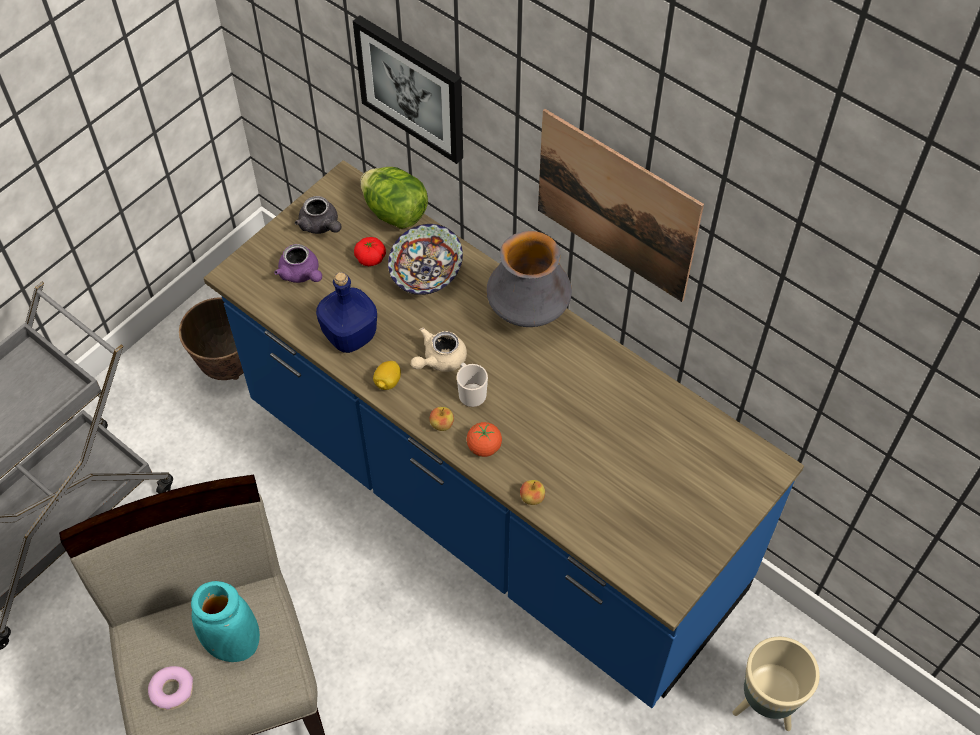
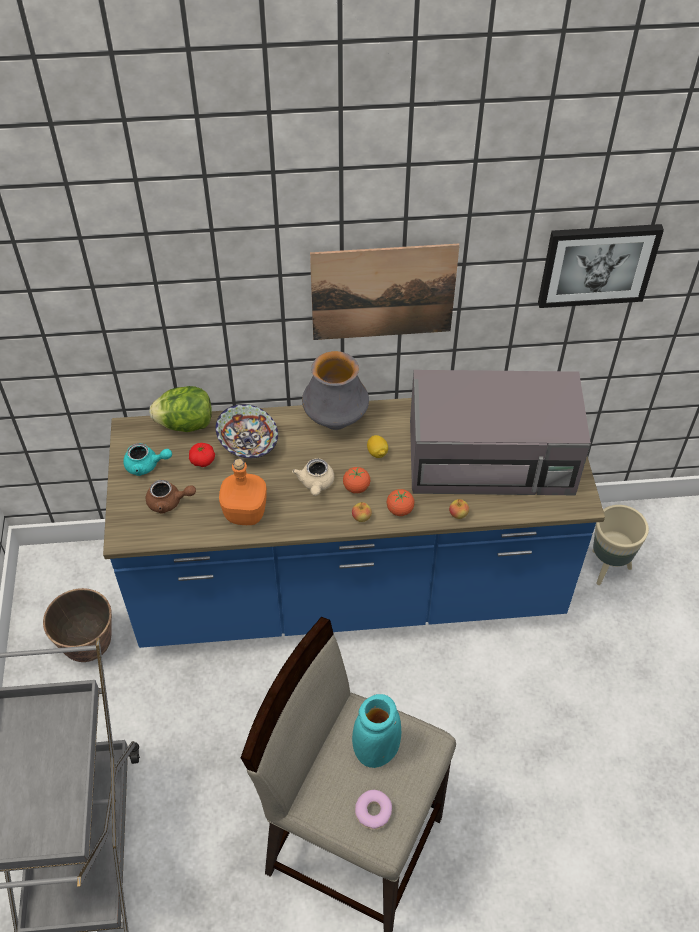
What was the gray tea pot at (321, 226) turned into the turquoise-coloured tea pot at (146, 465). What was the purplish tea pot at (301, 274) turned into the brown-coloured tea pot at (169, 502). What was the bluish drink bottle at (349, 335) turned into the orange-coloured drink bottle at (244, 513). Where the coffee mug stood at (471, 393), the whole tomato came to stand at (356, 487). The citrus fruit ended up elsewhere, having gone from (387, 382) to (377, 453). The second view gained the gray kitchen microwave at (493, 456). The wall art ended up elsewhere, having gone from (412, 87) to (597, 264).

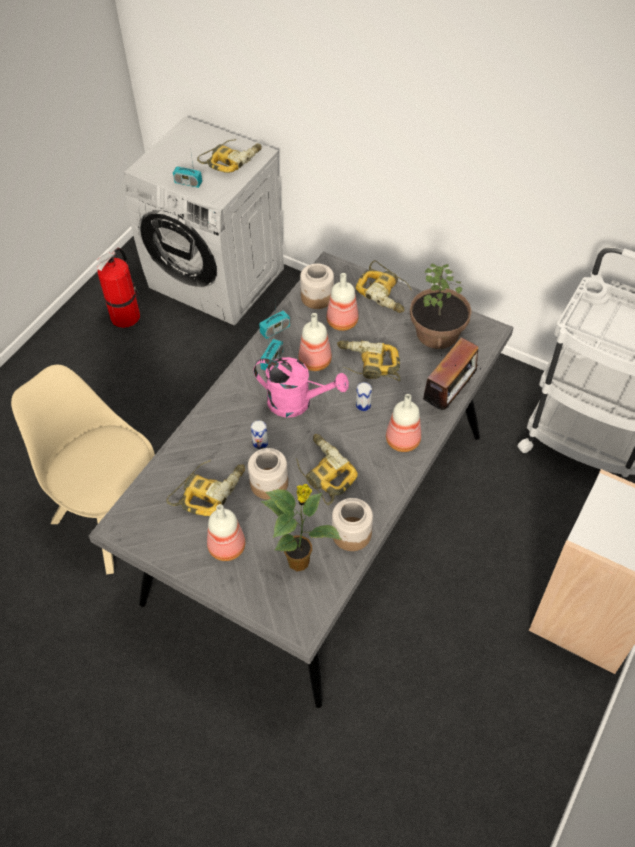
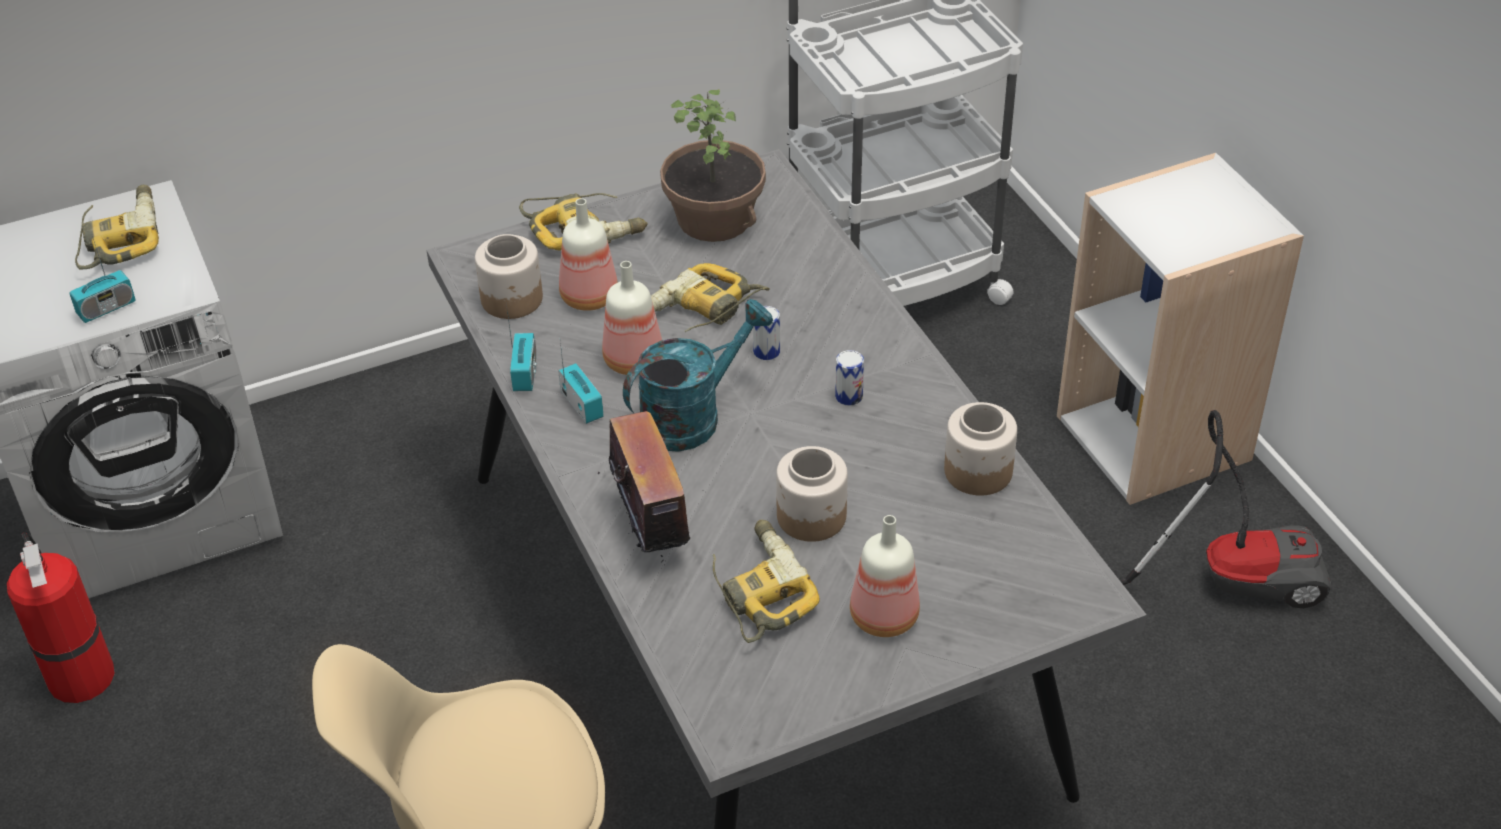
The radio ended up elsewhere, having gone from (449, 396) to (652, 528). What was the pink-coloured watering pot at (297, 403) turned into the turquoise-coloured watering pot at (692, 416). The sealed can ended up elsewhere, having gone from (260, 443) to (849, 396). The second view gained the vacuum at (1226, 578). The second view lost the houseplant at (300, 561). The second view lost the power drill at (323, 472). The second view lost the drink bottle at (402, 441).

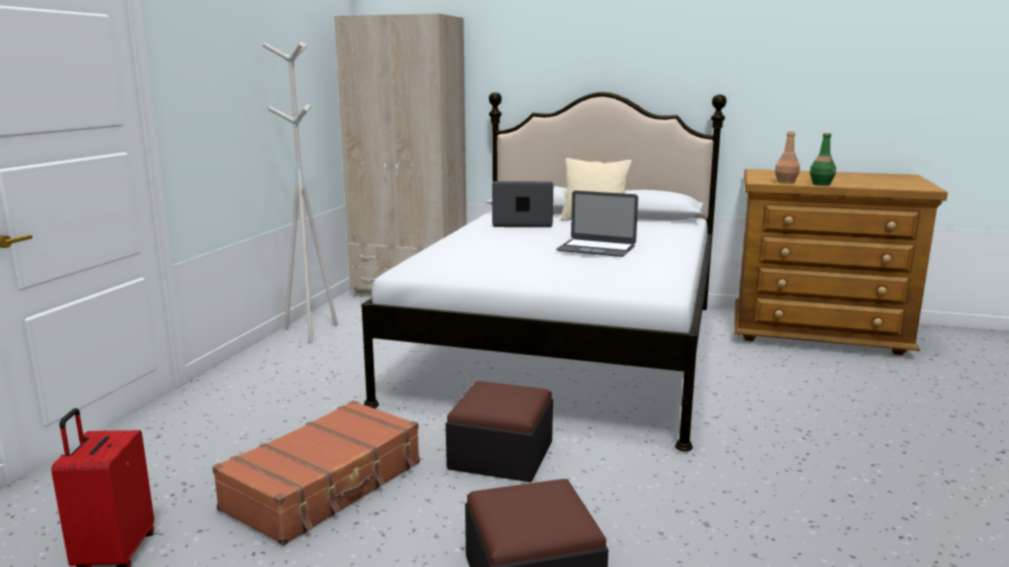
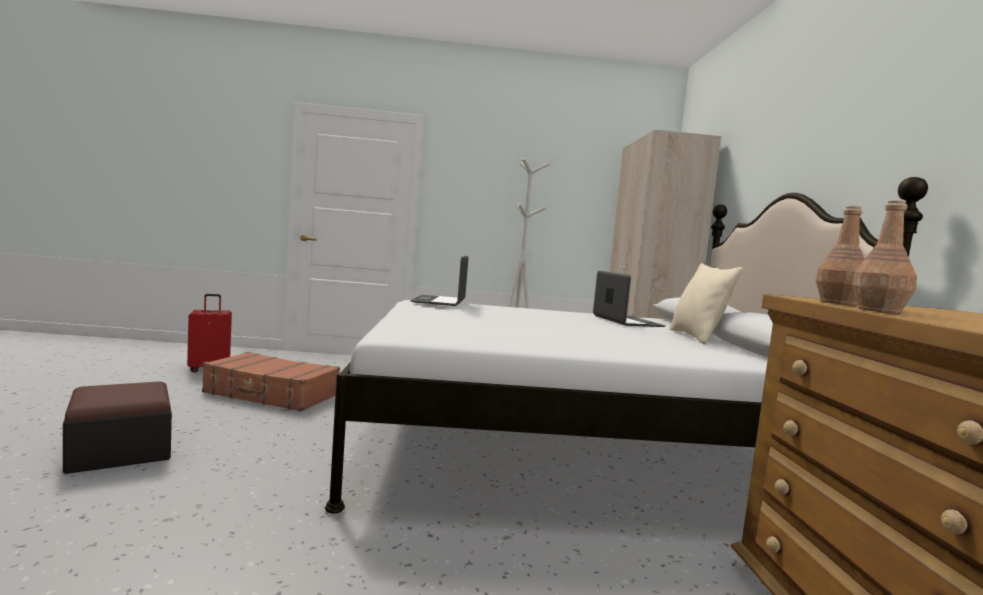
The laptop ended up elsewhere, having gone from (596, 248) to (439, 301). What was the green drink bottle at (821, 184) turned into the brown-coloured drink bottle at (879, 311). The second view lost the pouffe at (501, 455).

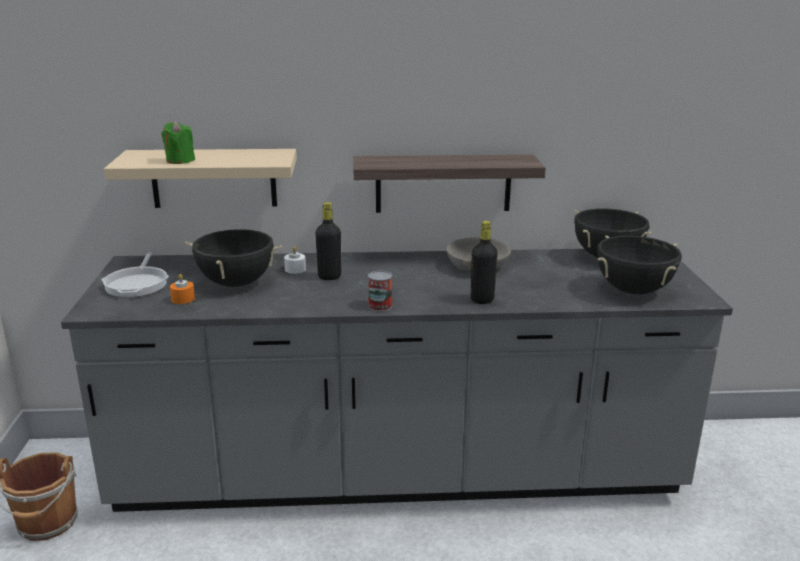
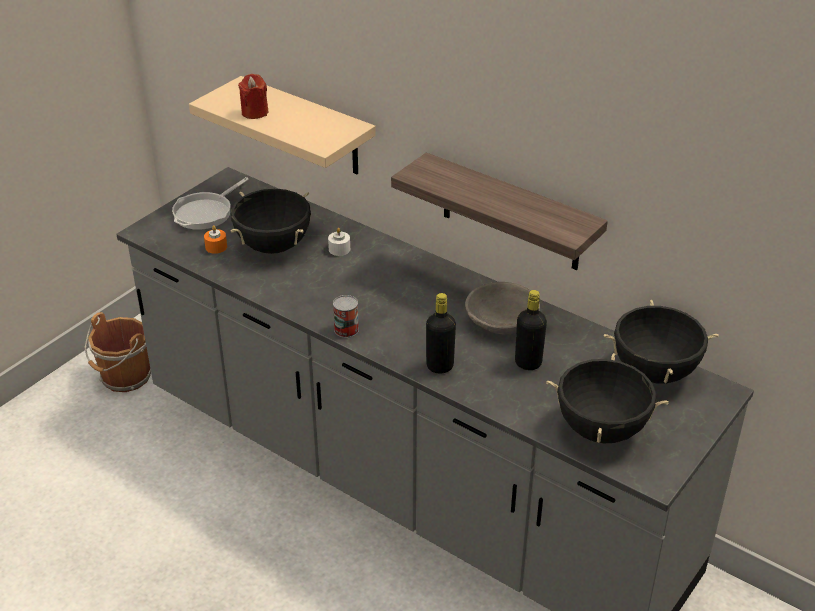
What was the green candle at (180, 160) turned into the red-coloured candle at (255, 112). The black-coloured drink bottle ended up elsewhere, having gone from (329, 276) to (528, 363).

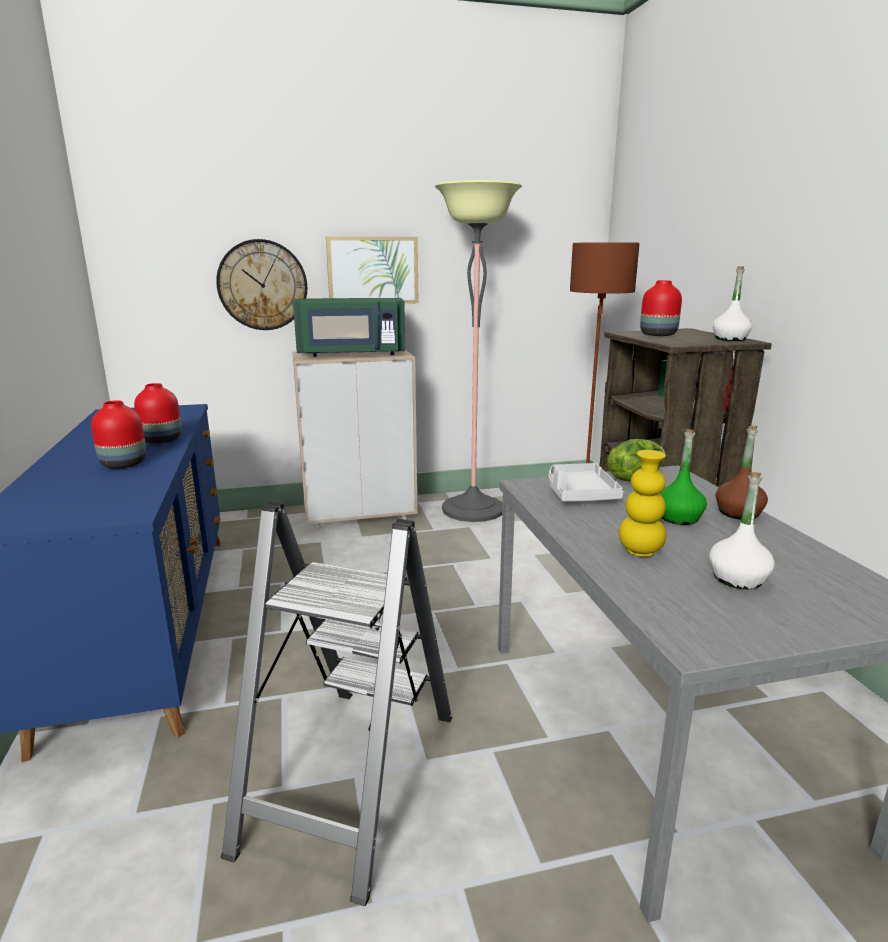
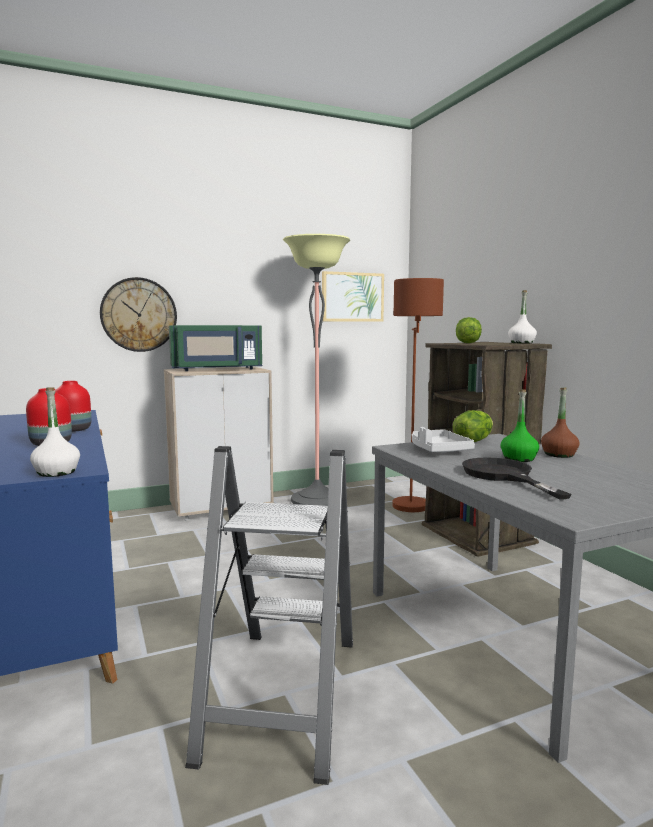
The white-coloured drink bottle ended up elsewhere, having gone from (737, 578) to (56, 472). The wall art ended up elsewhere, having gone from (373, 270) to (352, 297). Where the red-coloured flower vase stood at (657, 335), the head of lettuce came to stand at (467, 343). Where the yellowish flower vase stood at (640, 551), the black-coloured pan came to stand at (504, 476).

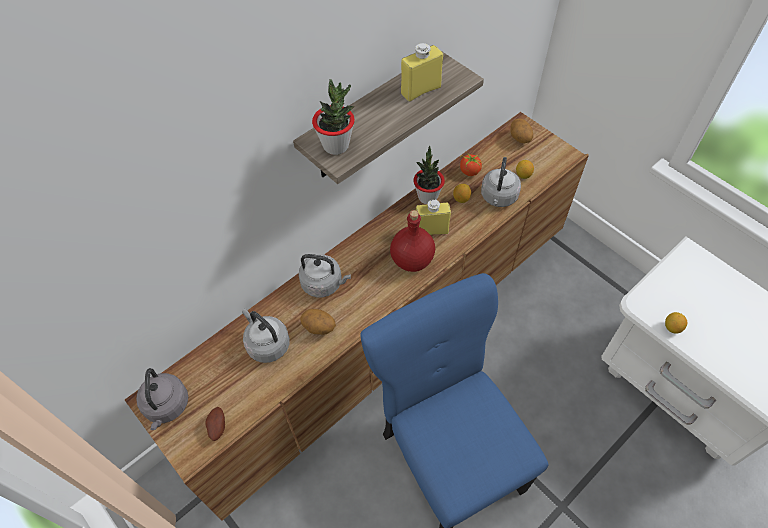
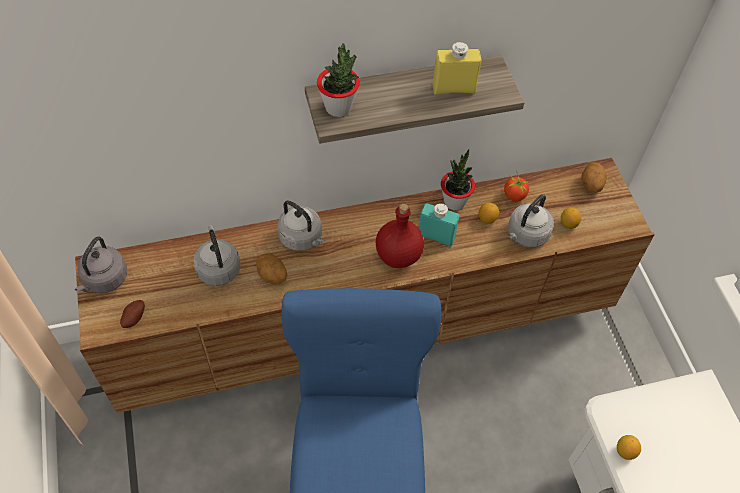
What was the yellowish drink bottle at (431, 230) turned into the turquoise-coloured drink bottle at (436, 236).

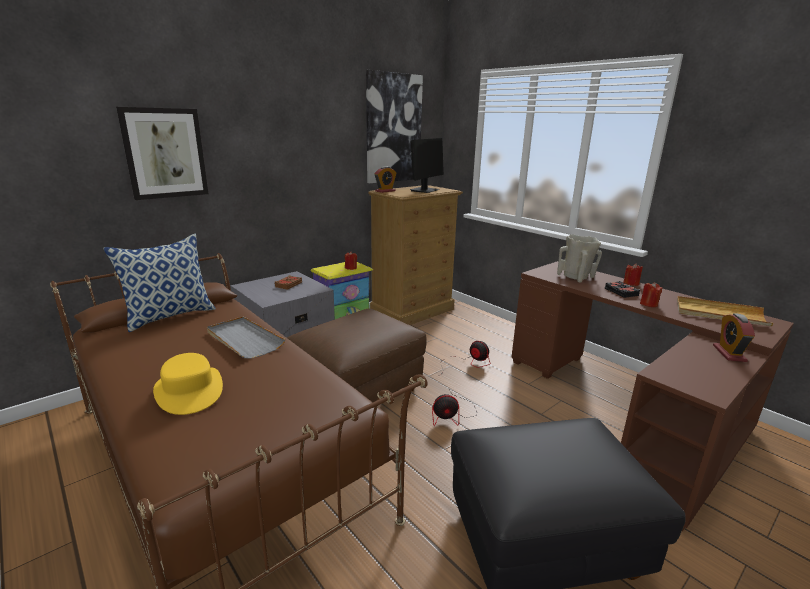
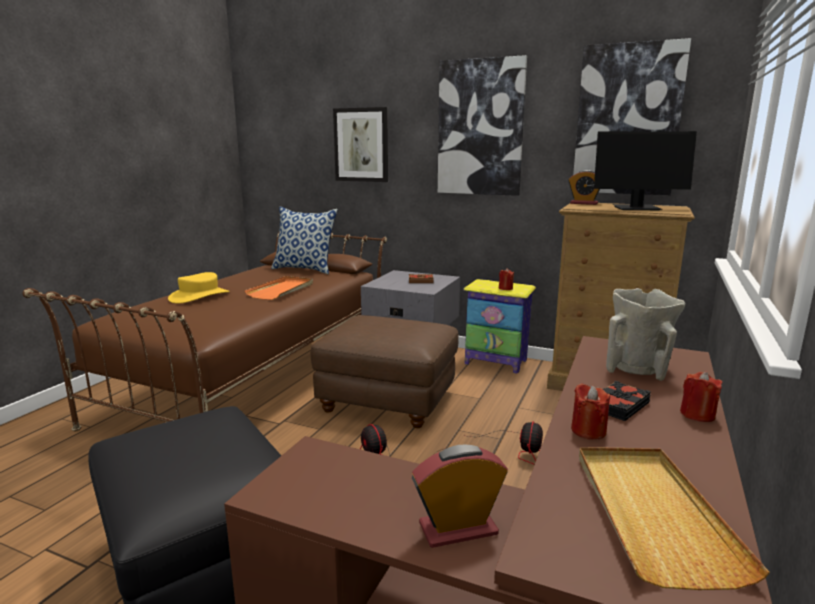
What was the gray tray at (244, 340) turned into the orange-coloured tray at (282, 290). The second view gained the wall art at (480, 128).

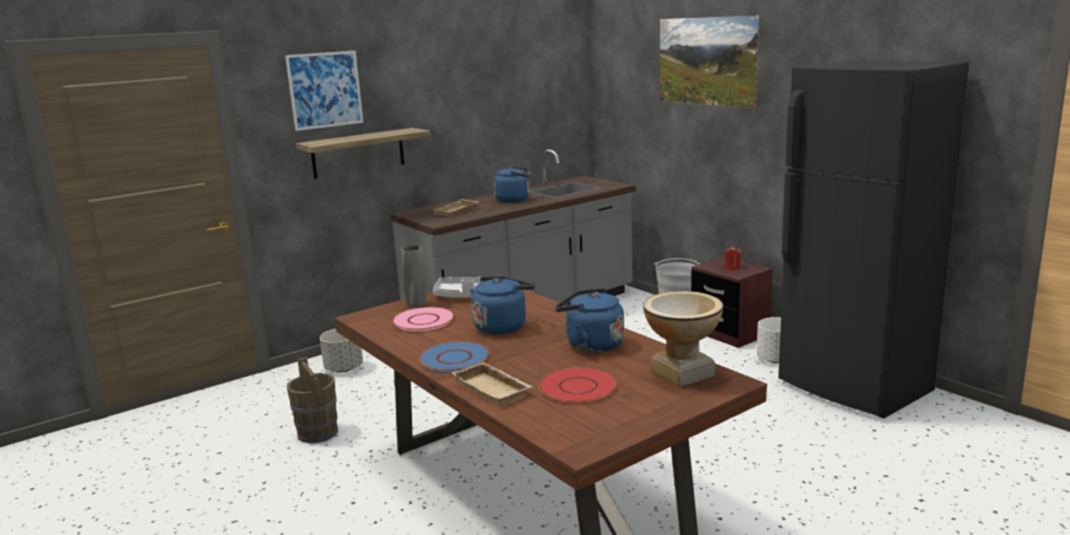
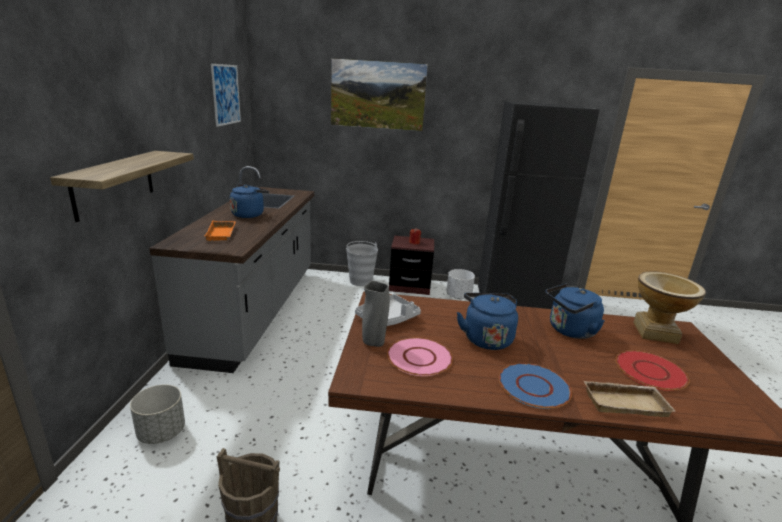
What was the sand-coloured tray at (456, 211) turned into the orange-coloured tray at (222, 234). The wall art ended up elsewhere, having gone from (325, 90) to (226, 94).

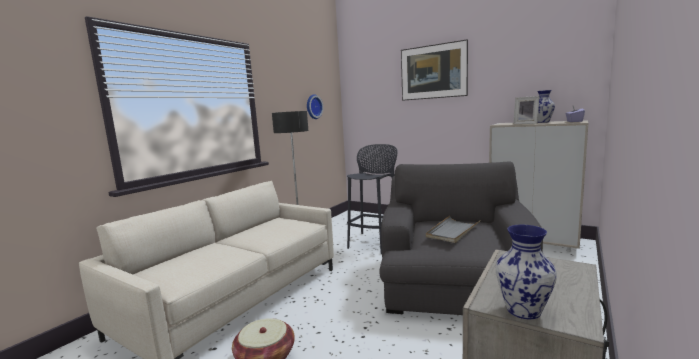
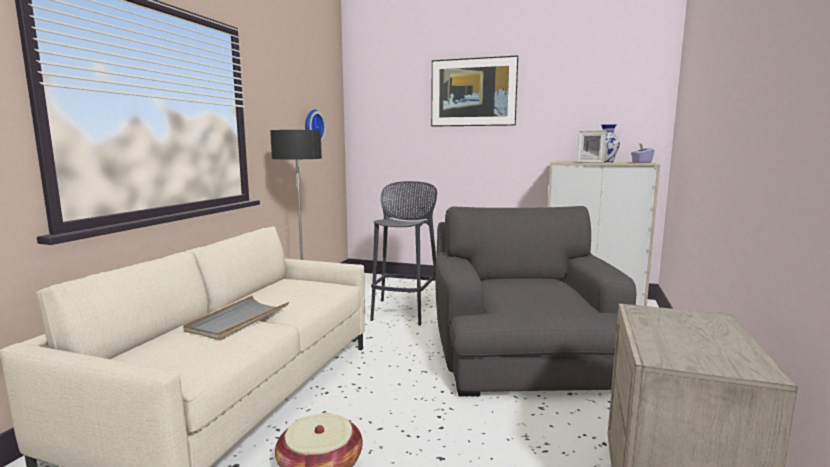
The gray tray ended up elsewhere, having gone from (452, 231) to (238, 320). The second view lost the flower vase at (524, 310).

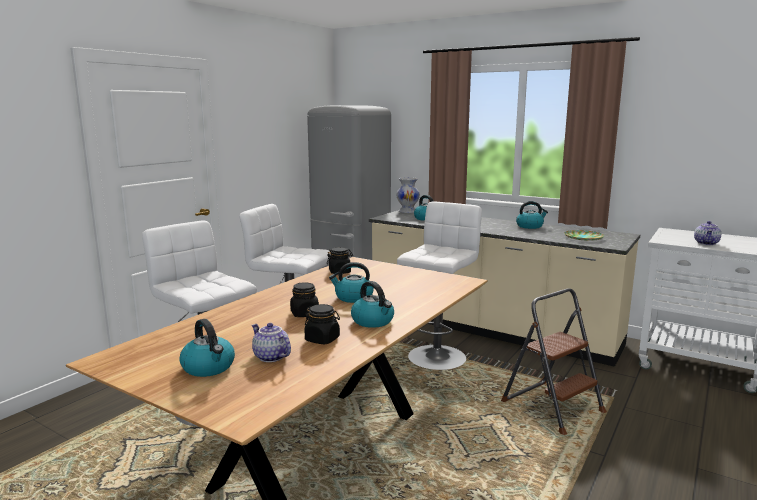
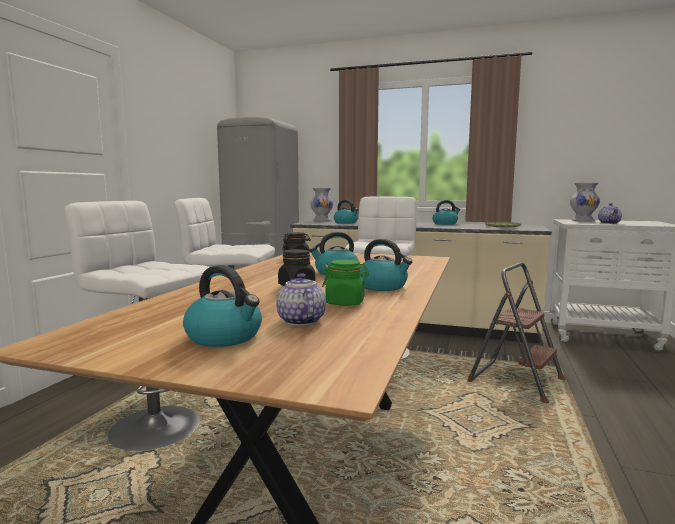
The tea pot at (270, 357) ended up facing another way, 45 degrees clockwise from before. What was the black-coloured jar at (322, 339) turned into the green jar at (345, 303). The second view gained the white-coloured flower vase at (583, 221).

